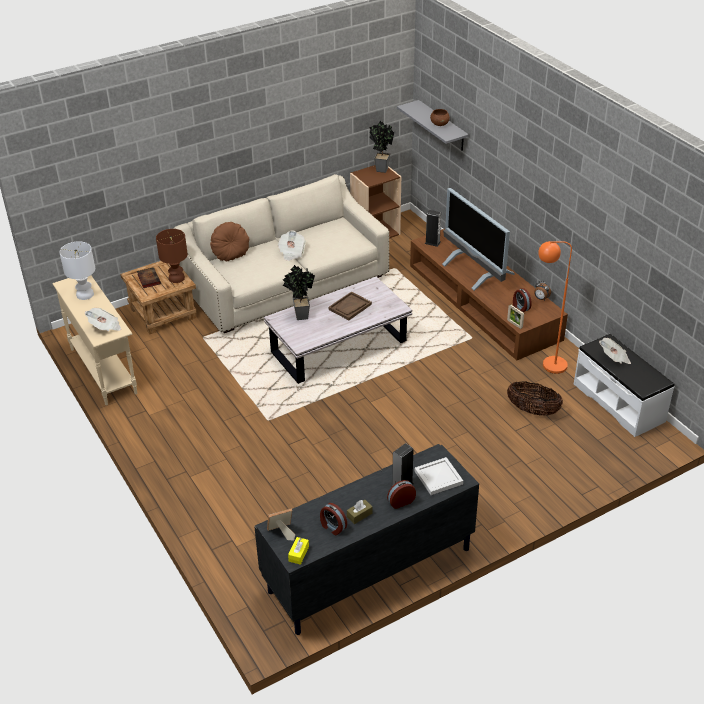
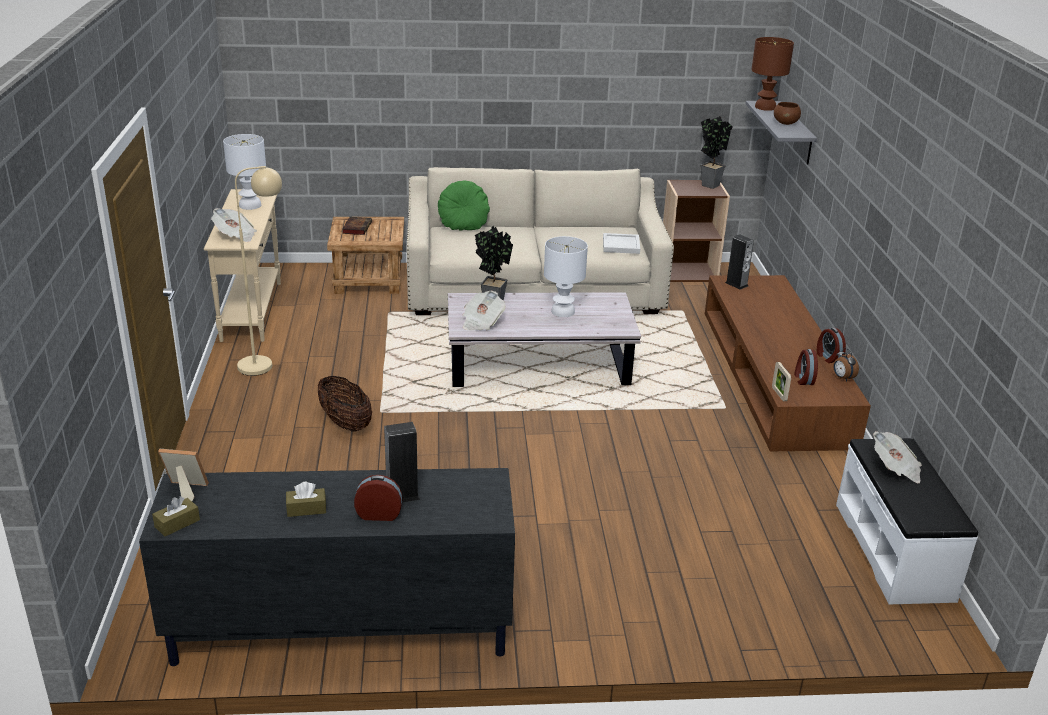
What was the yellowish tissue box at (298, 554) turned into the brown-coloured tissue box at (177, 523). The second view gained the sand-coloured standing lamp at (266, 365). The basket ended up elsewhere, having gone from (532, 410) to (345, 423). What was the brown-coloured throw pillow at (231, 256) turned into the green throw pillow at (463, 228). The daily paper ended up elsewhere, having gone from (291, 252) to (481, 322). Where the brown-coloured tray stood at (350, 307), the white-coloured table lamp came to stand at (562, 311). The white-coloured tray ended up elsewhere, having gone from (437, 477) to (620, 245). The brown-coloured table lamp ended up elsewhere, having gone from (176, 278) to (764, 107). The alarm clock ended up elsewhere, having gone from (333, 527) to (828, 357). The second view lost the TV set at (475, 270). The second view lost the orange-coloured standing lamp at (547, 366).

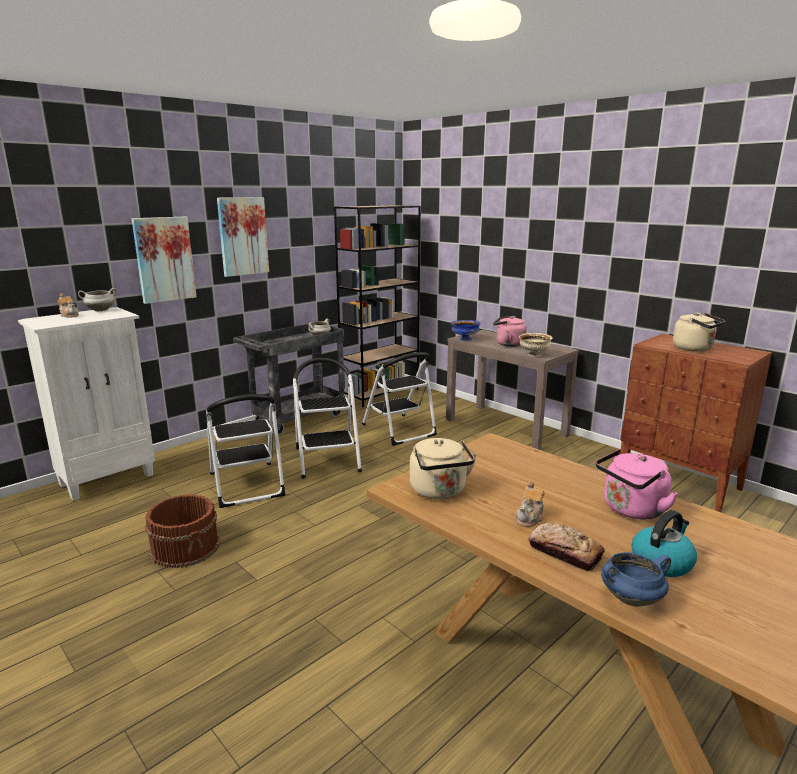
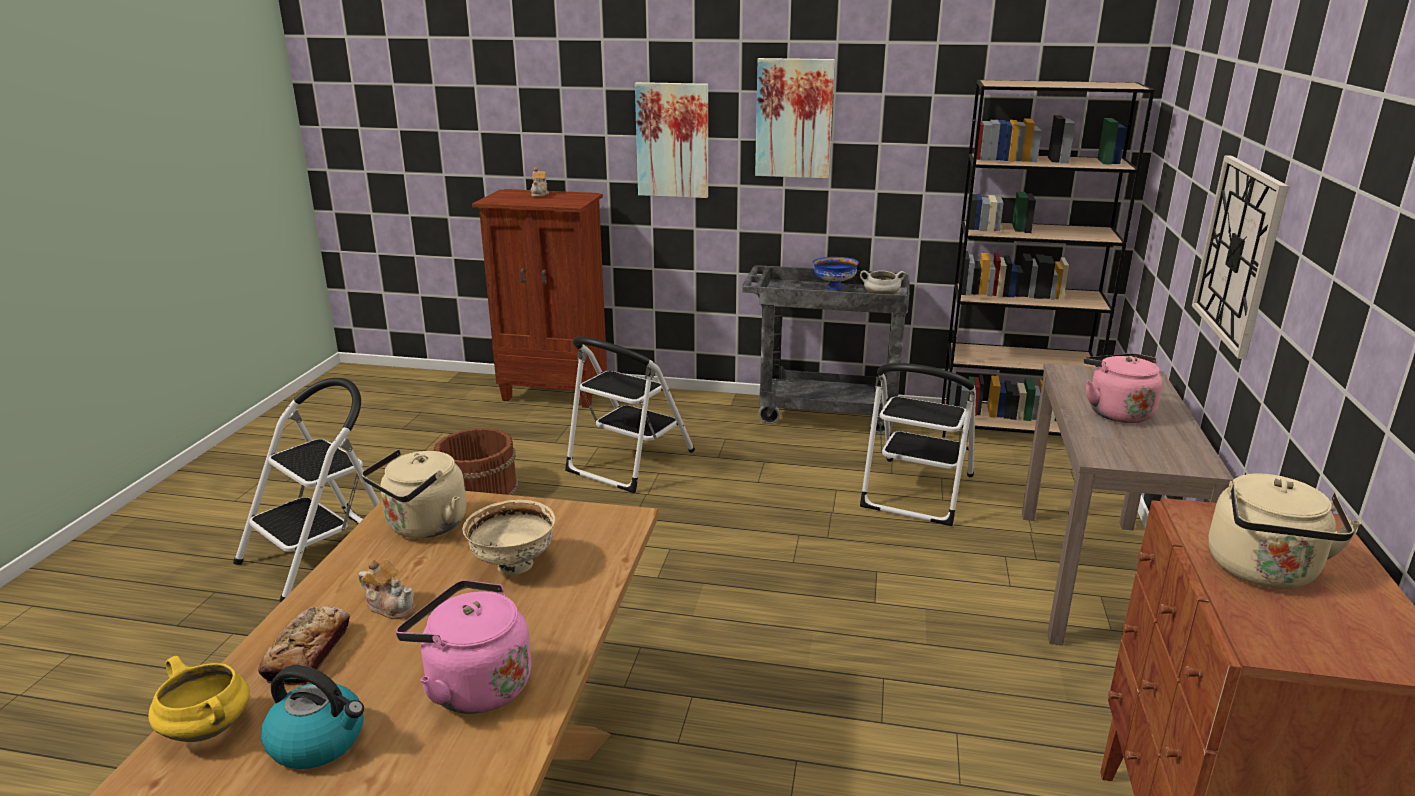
What was the bluish stockpot at (631, 598) turned into the yellowish stockpot at (209, 729). The step ladder ended up elsewhere, having gone from (327, 459) to (325, 554). The tea pot at (530, 518) ended up facing another way, 150 degrees counterclockwise from before. The sand-coloured serving bowl ended up elsewhere, having gone from (534, 355) to (513, 566). What was the white-coloured cabinet at (108, 480) turned into the brown-coloured cabinet at (553, 395). The bluish serving bowl ended up elsewhere, having gone from (464, 339) to (834, 287). The second view gained the wall clock at (1238, 253). The second view lost the white-coloured stockpot at (100, 310).

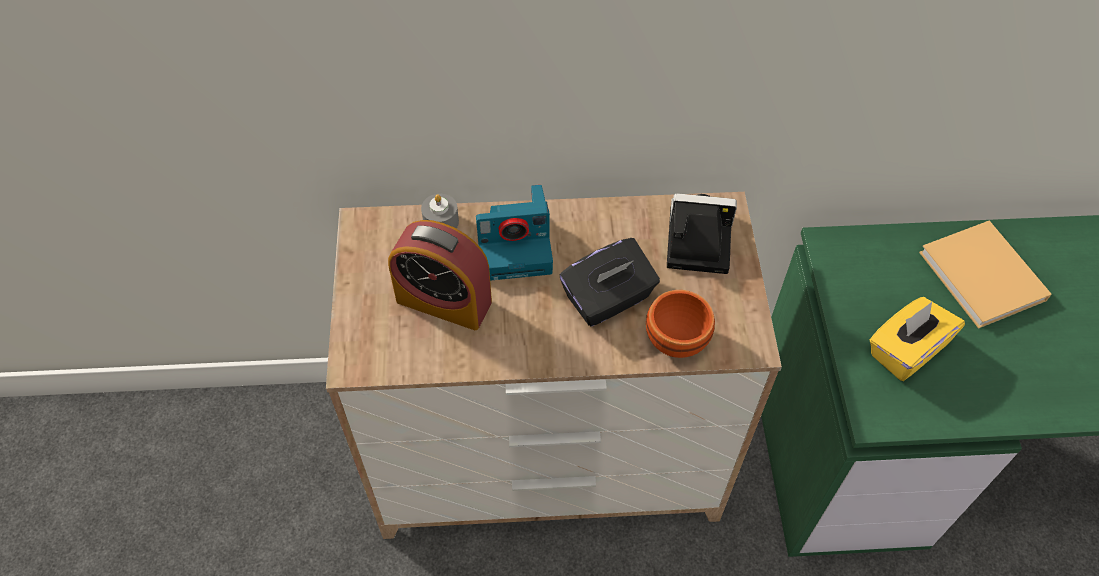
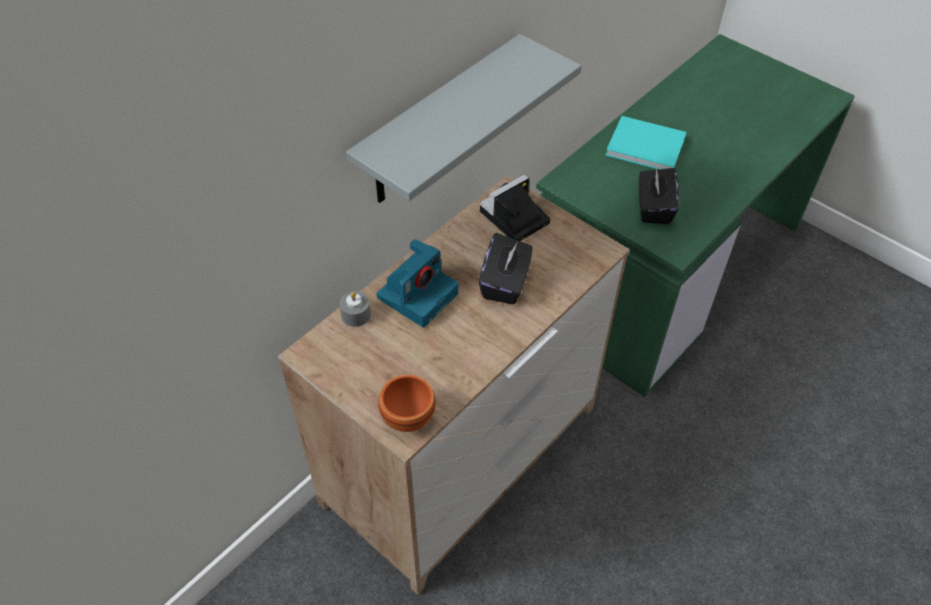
The second view gained the gray wall shelf at (439, 123). The brown-coloured serving bowl ended up elsewhere, having gone from (674, 342) to (408, 419). What was the sand-coloured volume at (984, 279) turned into the turquoise-coloured volume at (647, 147). What was the yellowish tissue box at (905, 350) turned into the black-coloured tissue box at (653, 208). The second view lost the alarm clock at (444, 301).

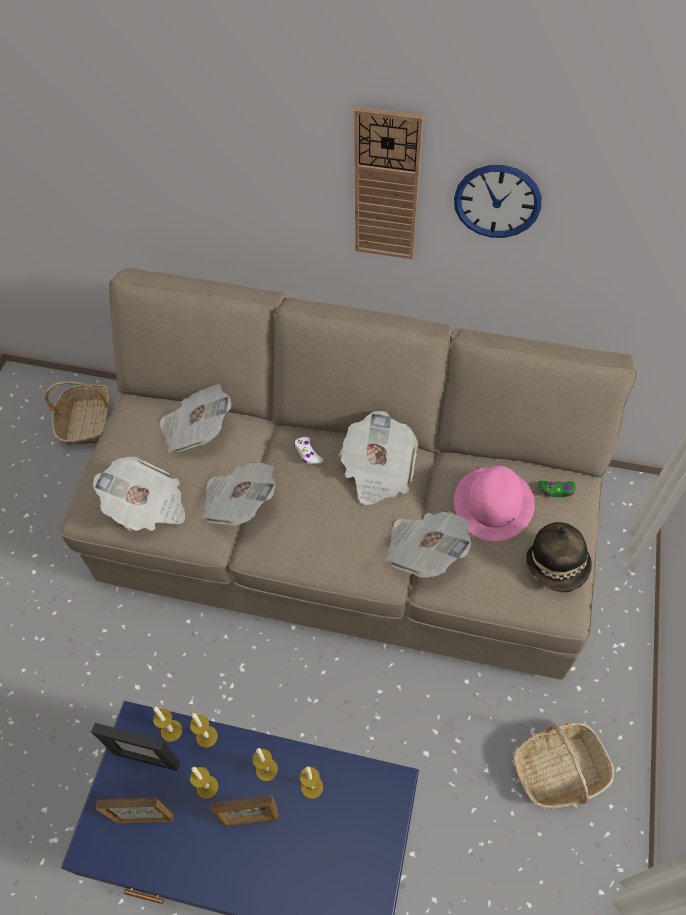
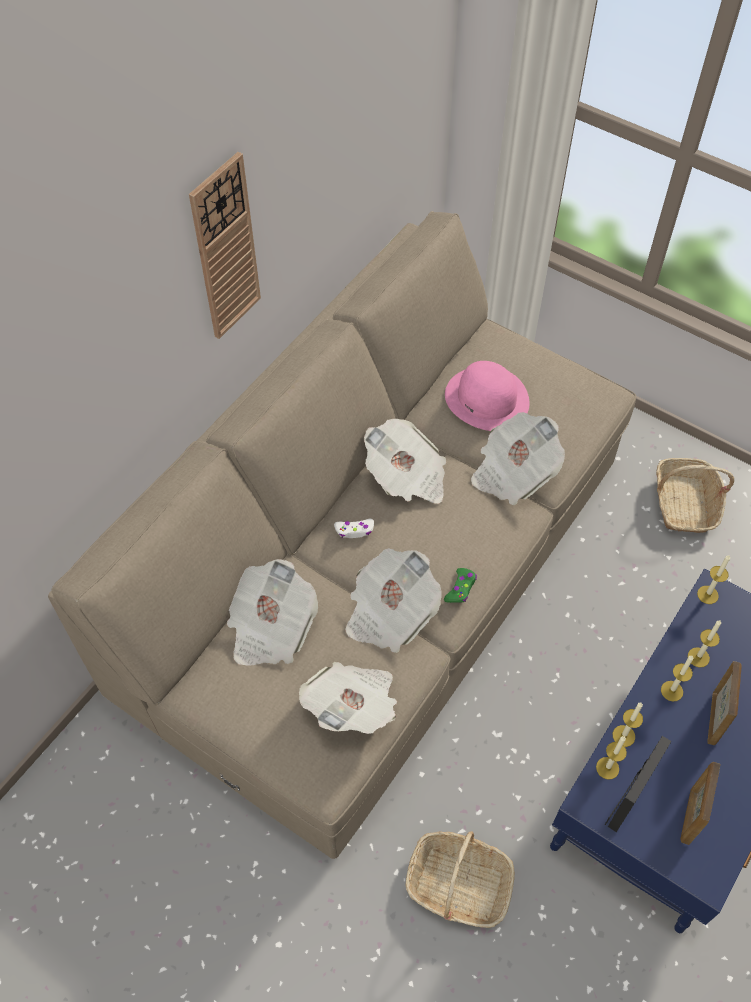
The basket ended up elsewhere, having gone from (87, 421) to (458, 884). The green gamepad ended up elsewhere, having gone from (556, 490) to (460, 589). The candle ended up elsewhere, having gone from (207, 787) to (707, 594). The second view lost the wall clock at (497, 201). The second view lost the hat at (557, 566).

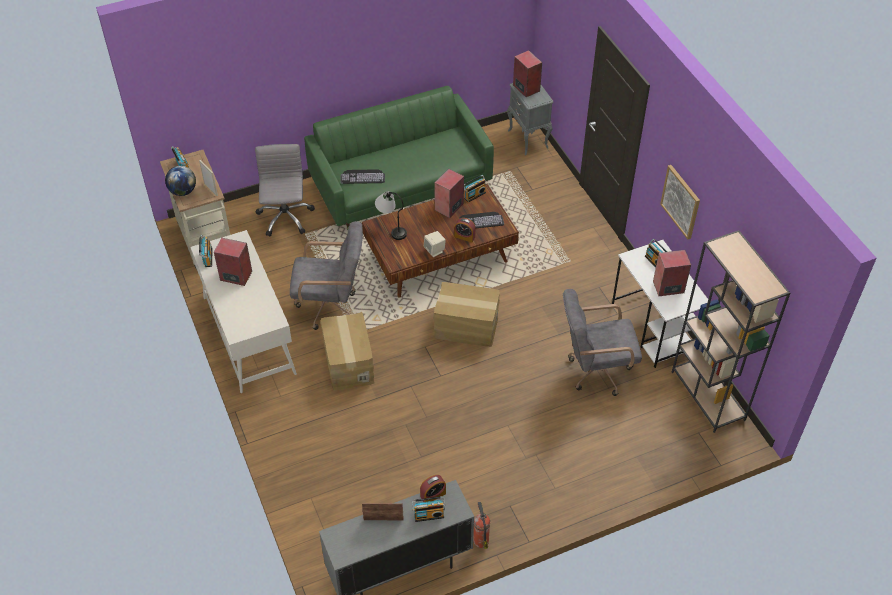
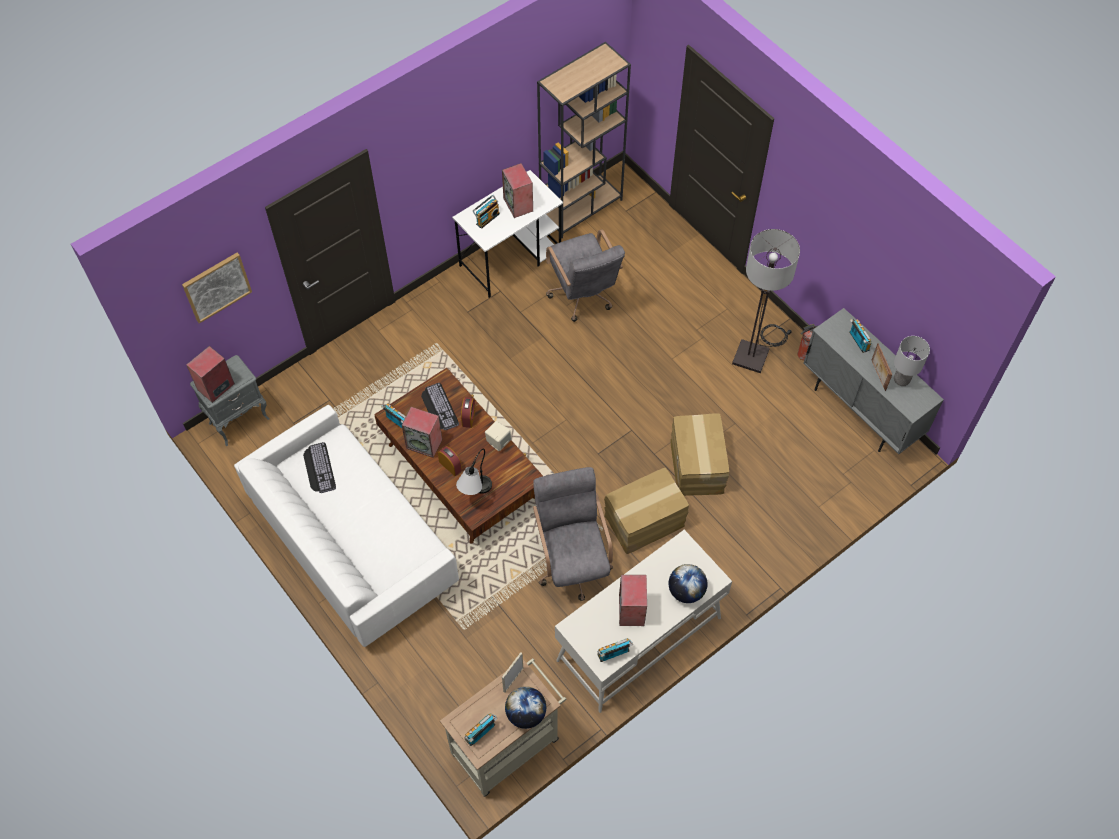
The wall art ended up elsewhere, having gone from (681, 201) to (216, 286). What was the green couch at (401, 186) turned into the white-coloured couch at (354, 542). The PC keyboard ended up elsewhere, having gone from (363, 176) to (318, 468). The alarm clock ended up elsewhere, having gone from (433, 495) to (450, 466). The second view gained the world globe at (686, 591). The carton ended up elsewhere, having gone from (466, 327) to (697, 466). The second view gained the standing lamp at (757, 351). The second view gained the gray table lamp at (901, 380). The second view lost the gray office chair at (285, 217).

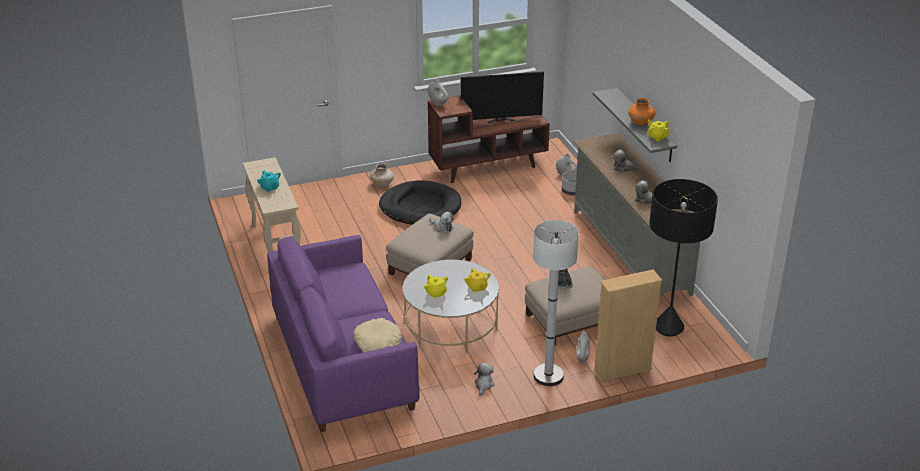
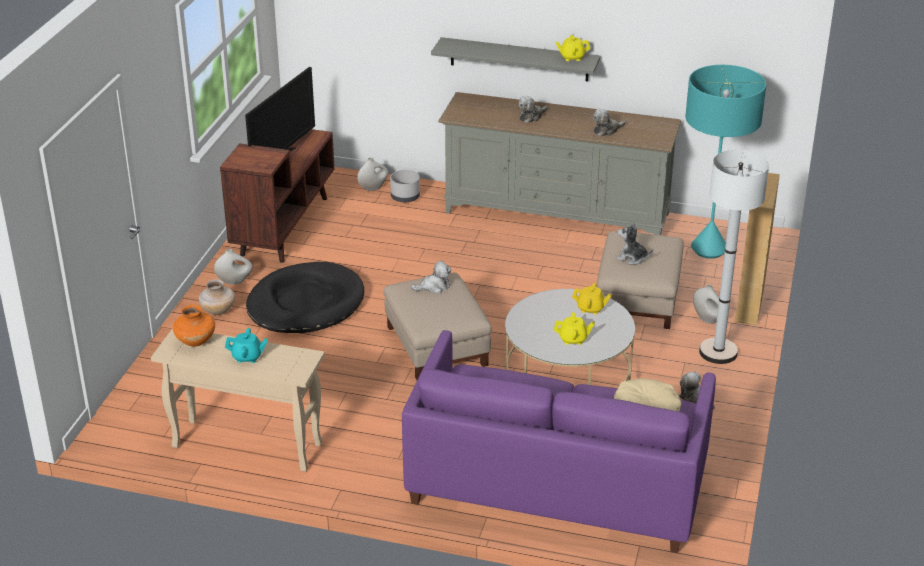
The orange-coloured flower vase ended up elsewhere, having gone from (640, 122) to (195, 341). The white-coloured flower vase ended up elsewhere, having gone from (438, 103) to (234, 281). What was the black-coloured standing lamp at (668, 329) turned into the turquoise-coloured standing lamp at (708, 251).

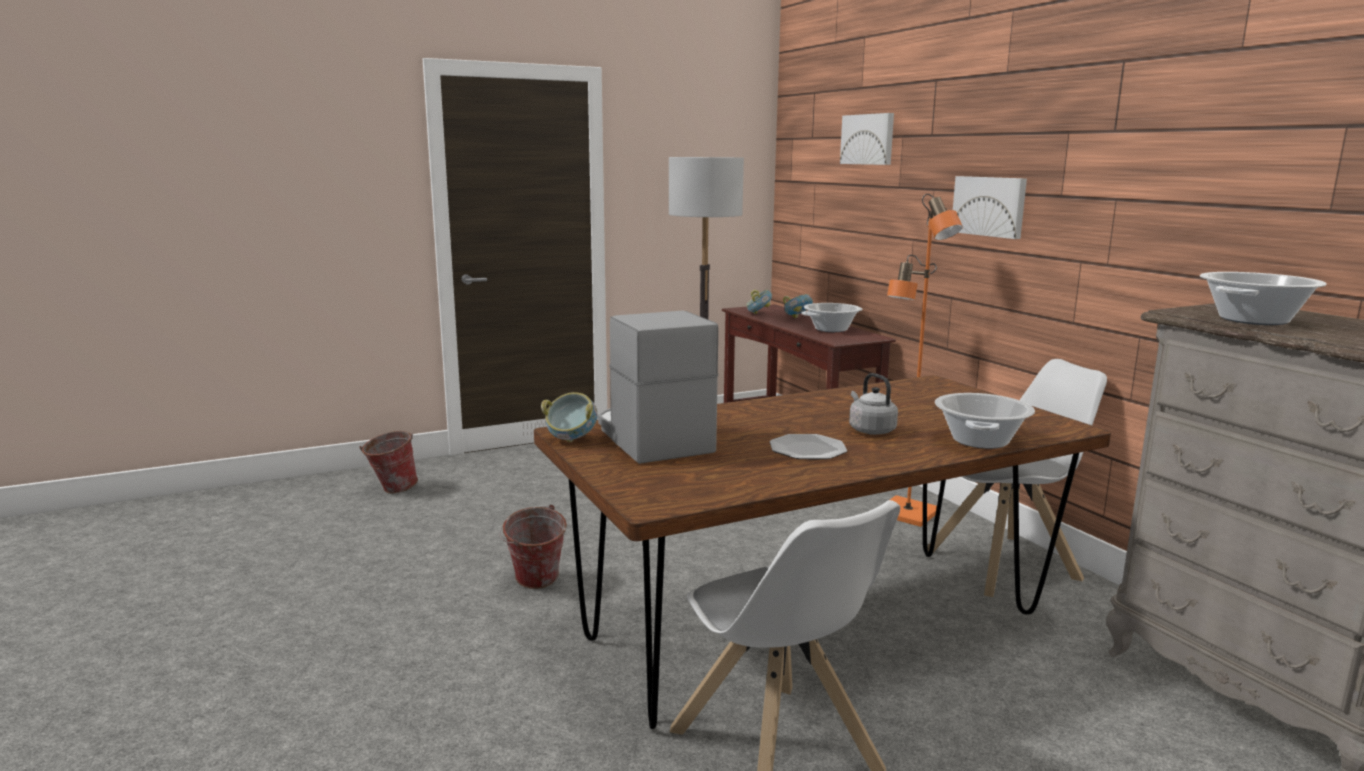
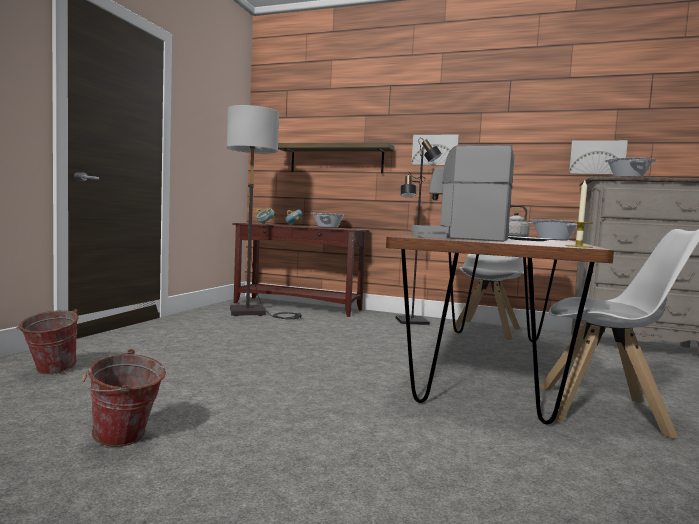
The bucket ended up elsewhere, having gone from (535, 584) to (123, 441). The second view gained the wall shelf at (336, 159). What was the orange-coloured standing lamp at (907, 512) turned into the black-coloured standing lamp at (411, 321). The second view gained the candle at (578, 246). The wall art ended up elsewhere, having gone from (868, 139) to (597, 157). The second view lost the serving bowl at (571, 440).

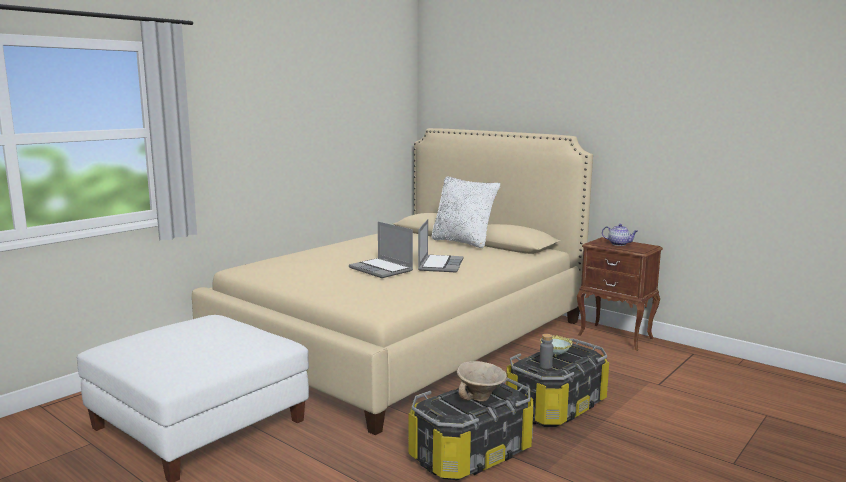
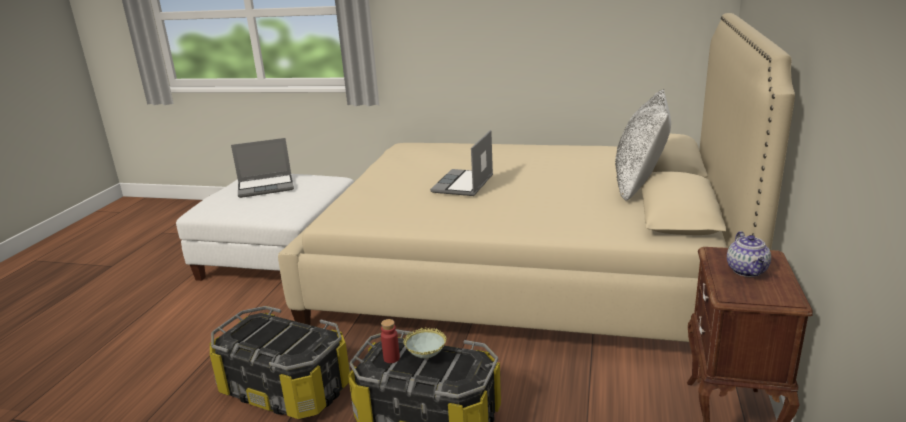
The laptop ended up elsewhere, having gone from (440, 265) to (267, 187). What was the gray drink bottle at (545, 366) turned into the red-coloured drink bottle at (391, 358). The second view lost the sand-coloured serving bowl at (481, 398).

